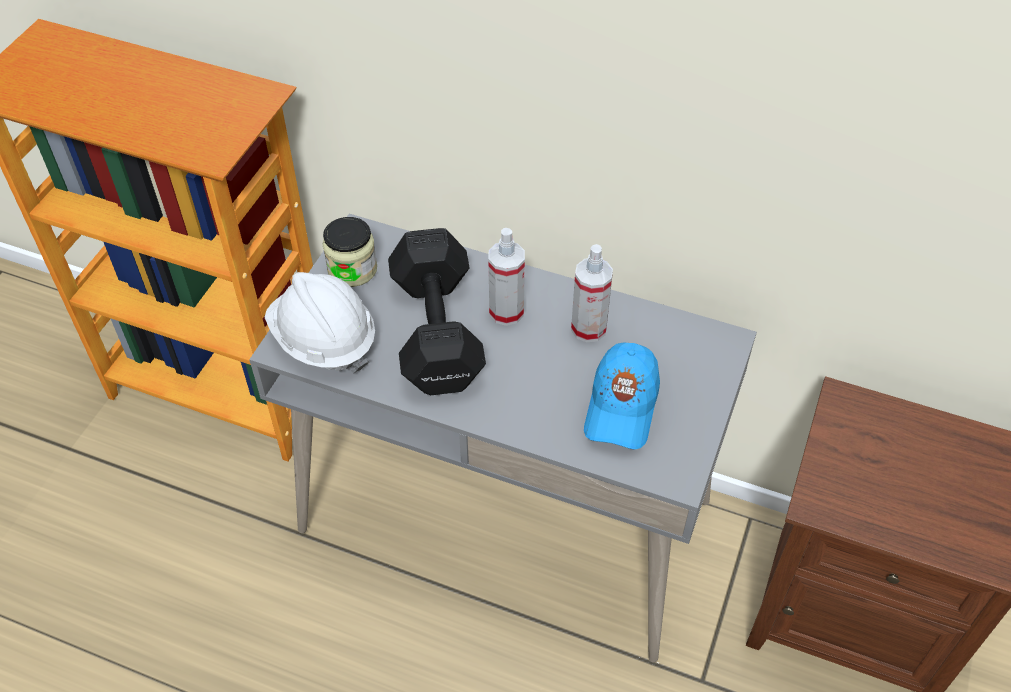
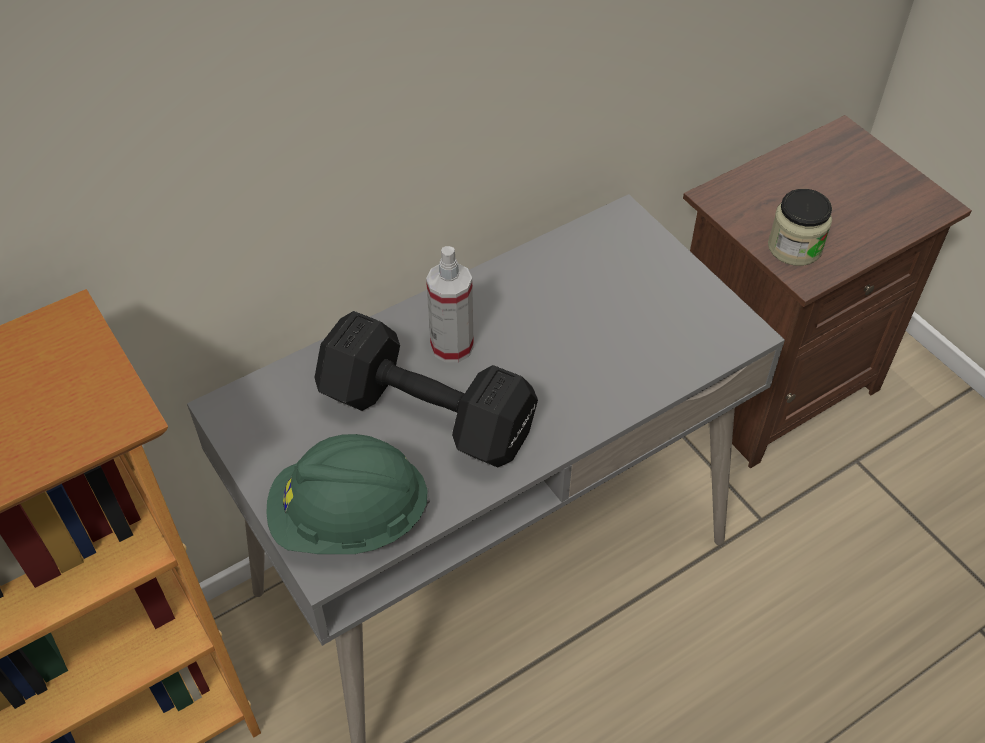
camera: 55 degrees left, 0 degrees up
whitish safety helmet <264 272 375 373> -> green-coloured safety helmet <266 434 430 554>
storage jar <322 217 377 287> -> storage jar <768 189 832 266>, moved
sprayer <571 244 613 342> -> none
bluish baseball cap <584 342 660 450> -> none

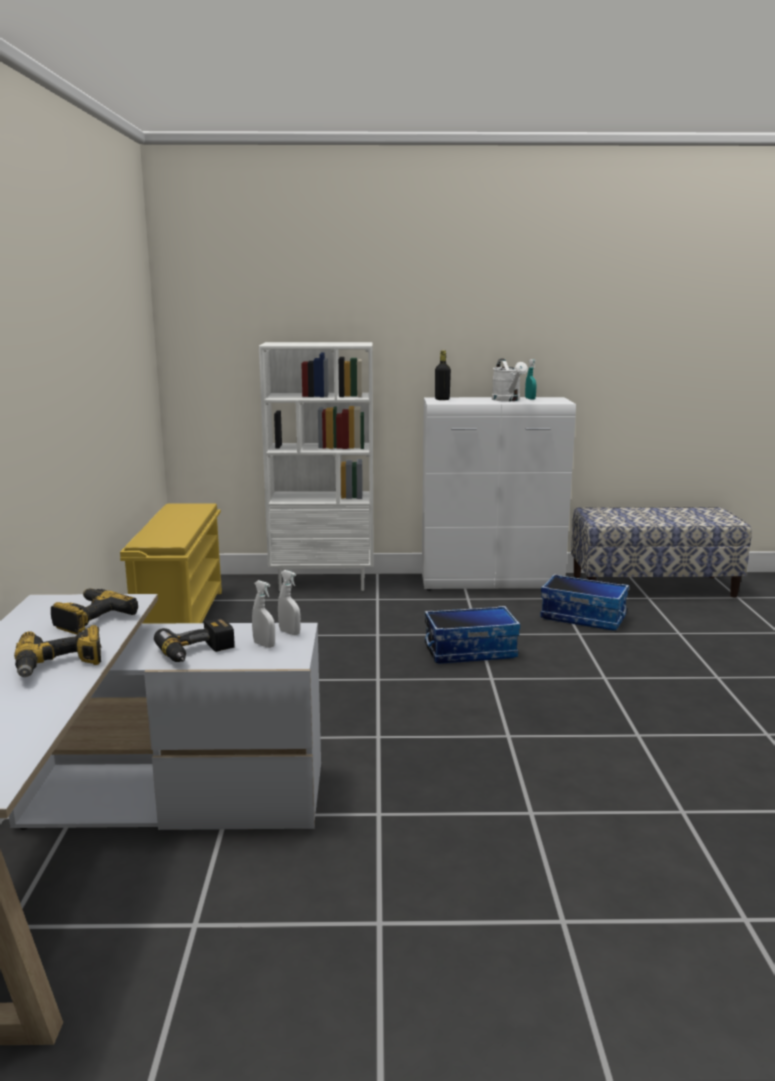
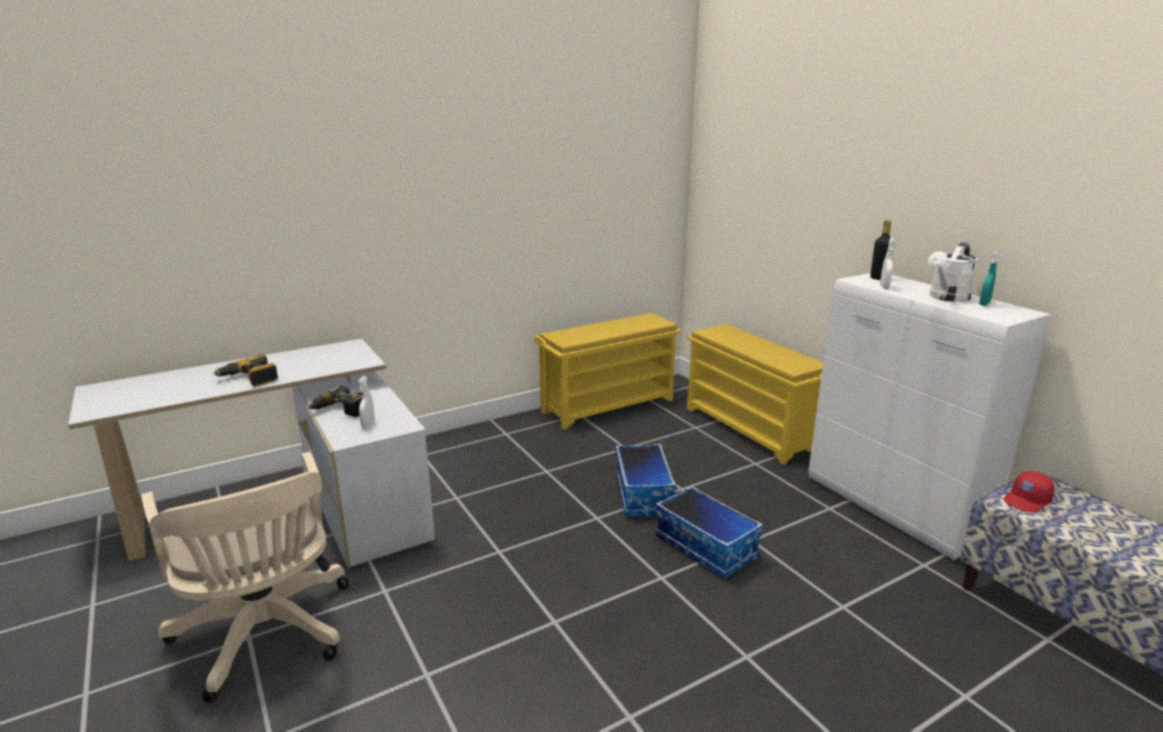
camera: 60 degrees right, 5 degrees up
none -> beige-coloured computer chair <142 452 349 702>
storage box <540 574 629 631> -> storage box <616 444 676 518>, moved
whitish bookshelf <259 342 374 591> -> yellow shoe stand <687 324 823 465>
whitish sprayer <278 570 301 635> -> whitish sprayer <880 238 895 289>, moved
none -> red baseball cap <1003 471 1054 513>
electric drill <51 588 138 634> -> none

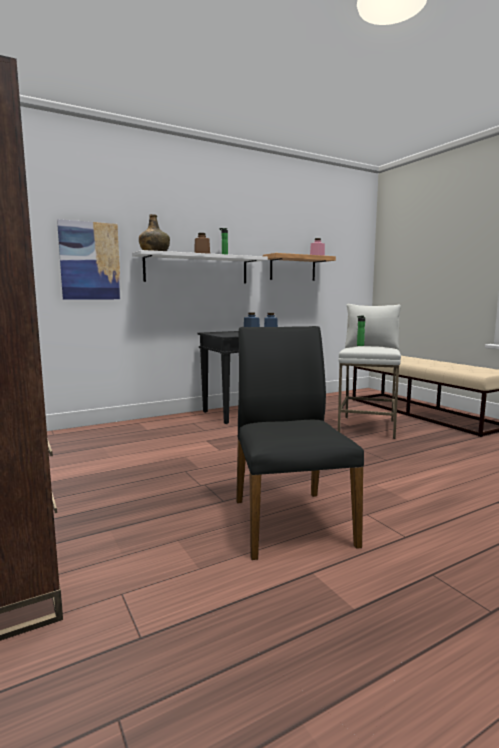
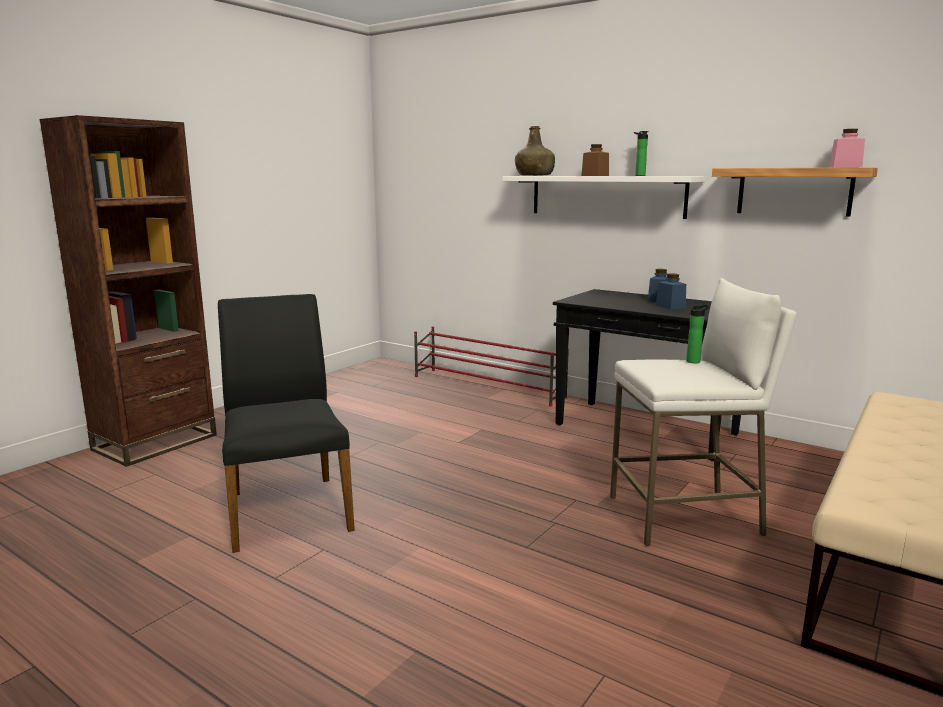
camera: 65 degrees right, 5 degrees up
blackish plain chair <236 326 364 560> -> blackish plain chair <218 294 355 553>, 75 degrees counterclockwise
none -> red shoe stand <414 326 569 406>
wall picture <57 219 121 299> -> none

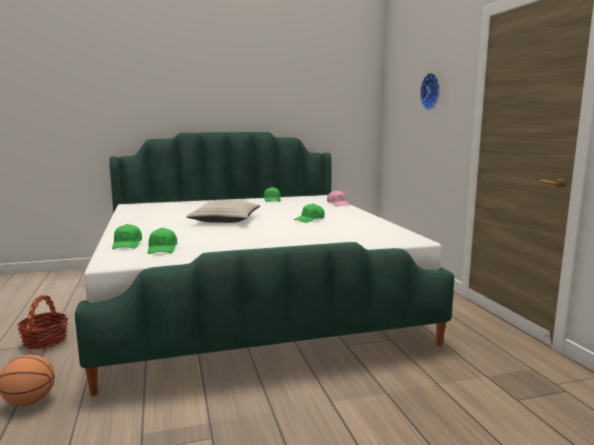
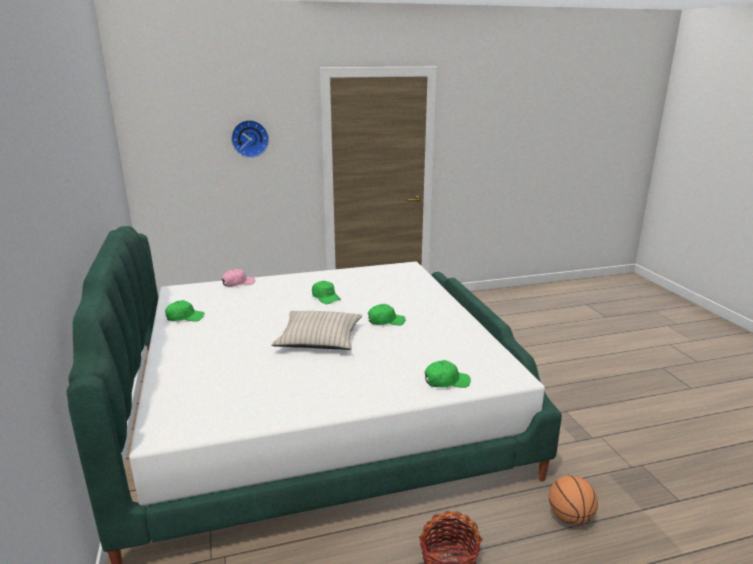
camera: 90 degrees left, 10 degrees up
green-coloured baseball cap <148 228 177 254> -> green-coloured baseball cap <368 304 405 326>, moved

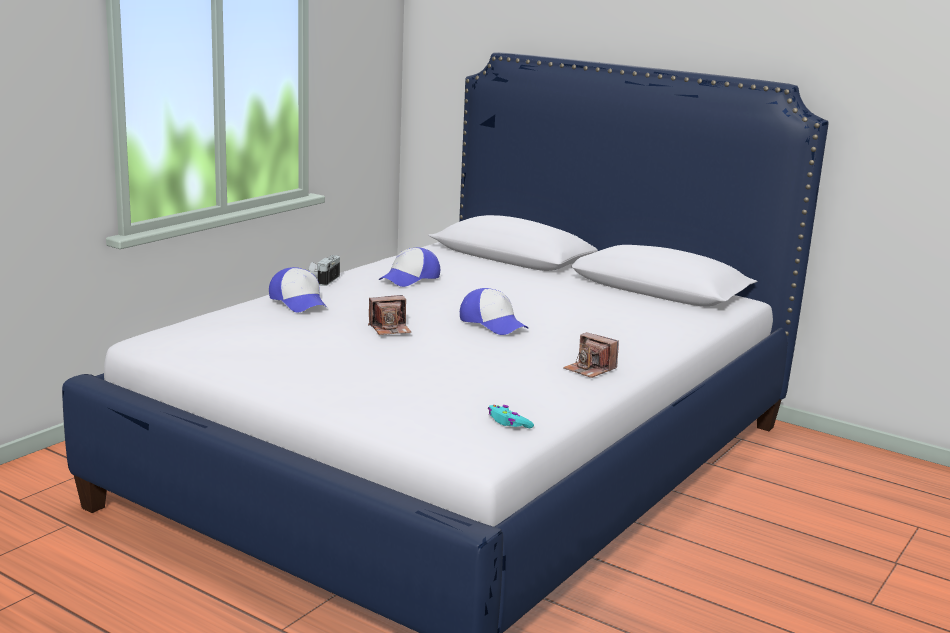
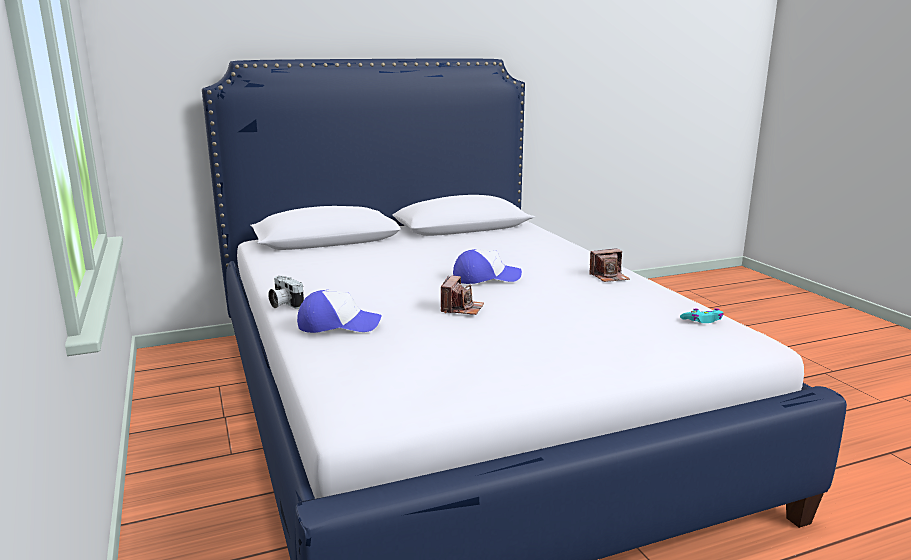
camera: 55 degrees left, 0 degrees up
baseball cap <379 247 440 287> -> none

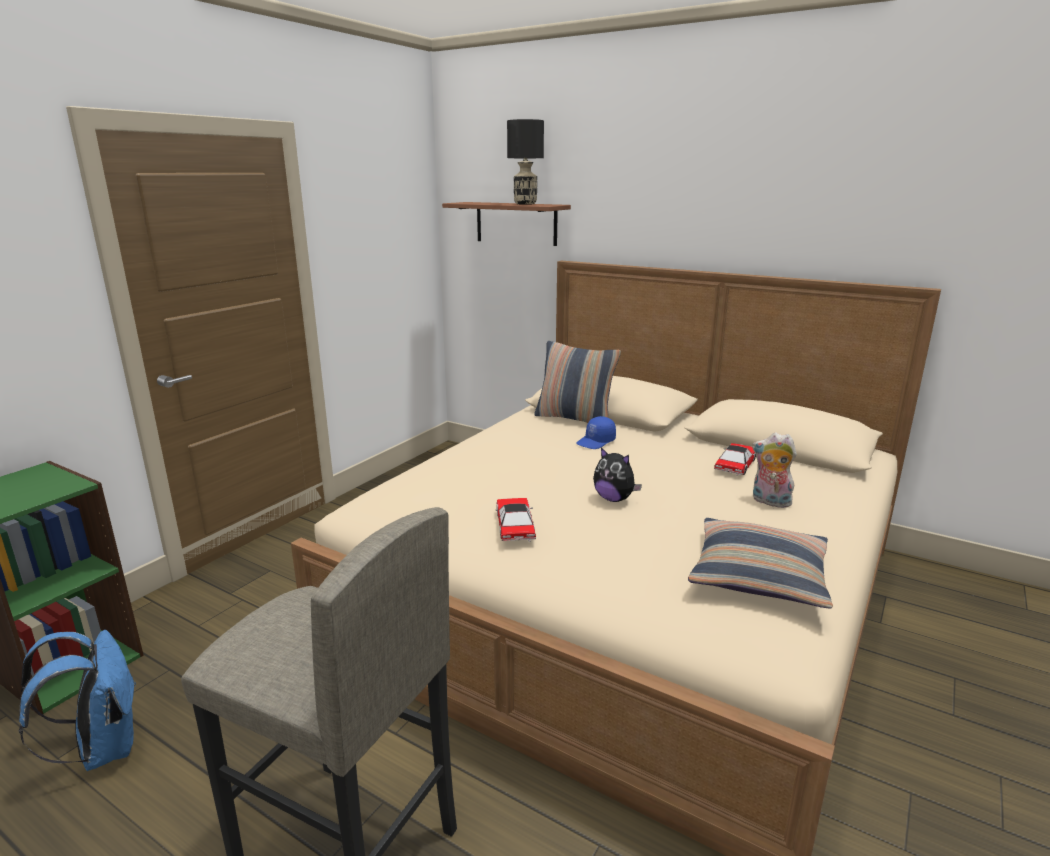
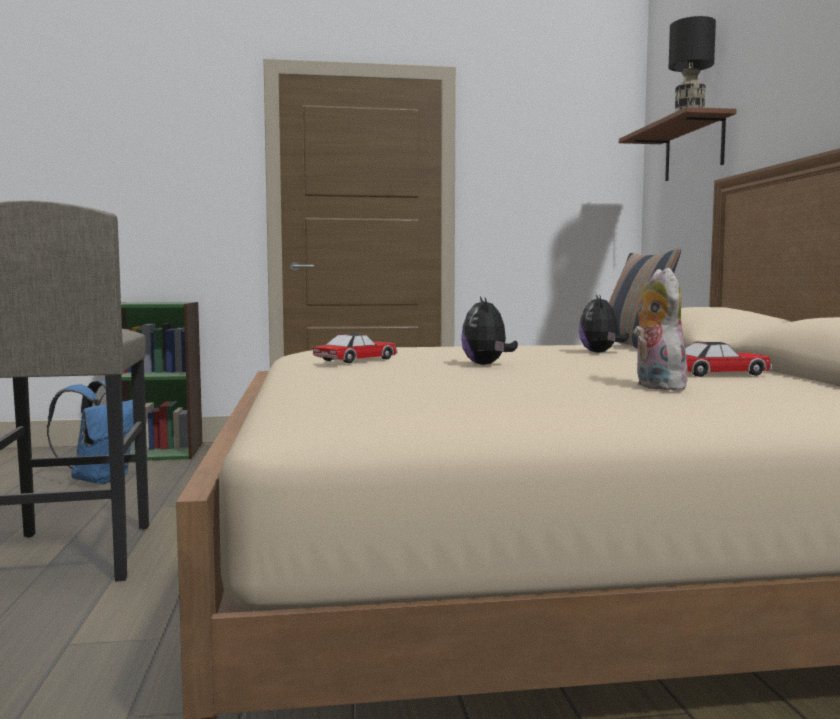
camera: 50 degrees right, 15 degrees down
bluish baseball cap <576 416 616 449> -> plush toy <579 295 629 353>
throw pillow <688 518 833 608> -> none

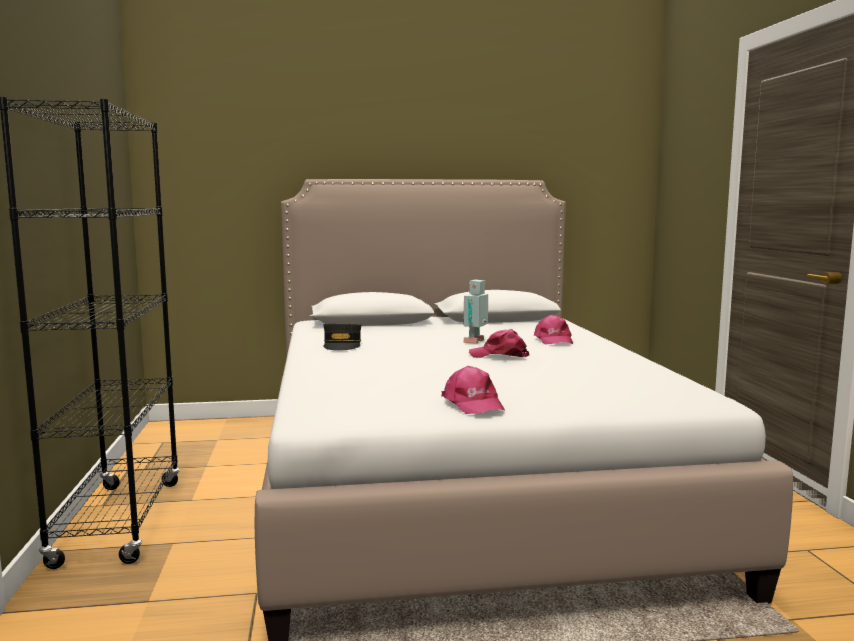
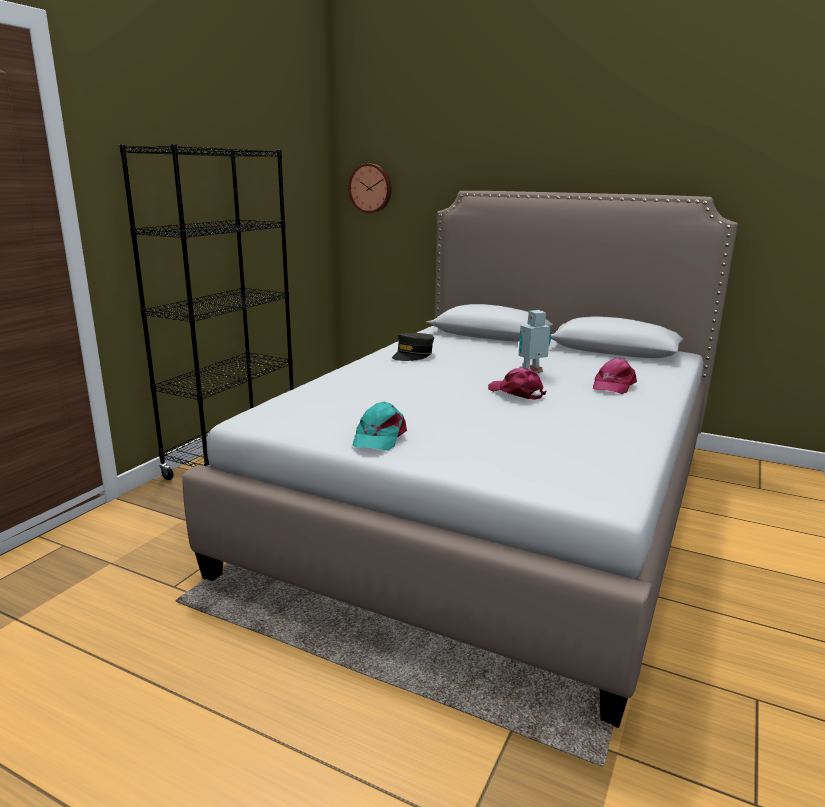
camera: 35 degrees right, 10 degrees up
none -> wall clock <348 164 392 213>
pink baseball cap <441 366 505 414> -> turquoise-coloured baseball cap <353 401 407 451>

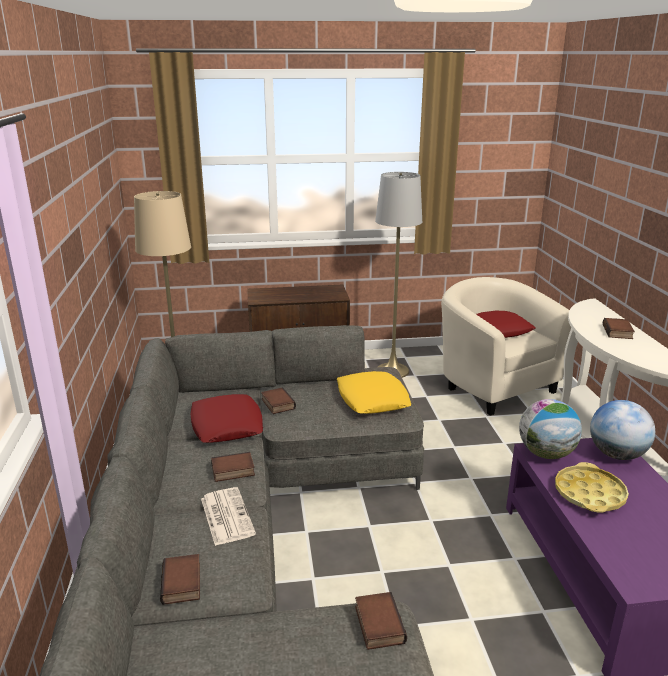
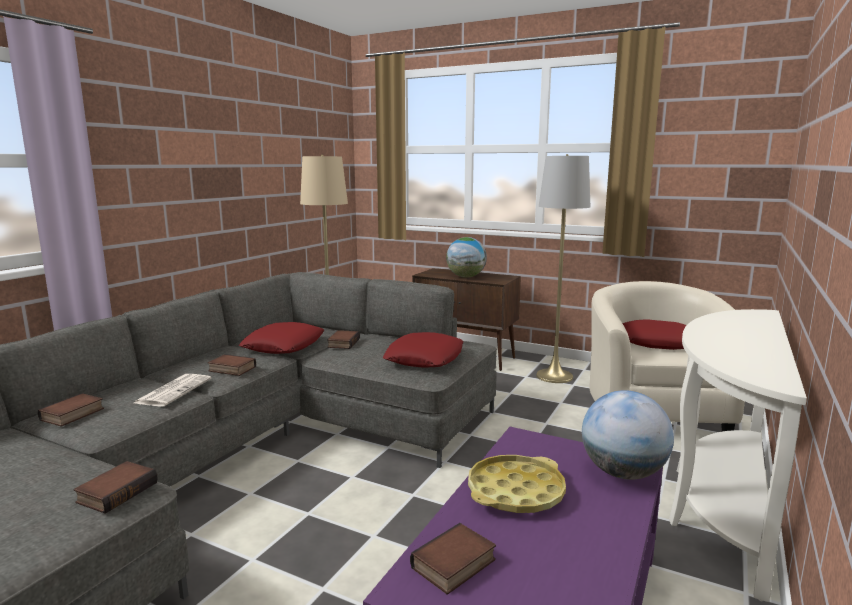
camera: 35 degrees right, 10 degrees down
yellow throw pillow <337 371 411 414> -> red throw pillow <383 332 464 368>
bound book <603 318 635 339> -> bound book <410 523 496 595>, moved
globe <519 399 582 459> -> globe <446 237 487 278>, moved

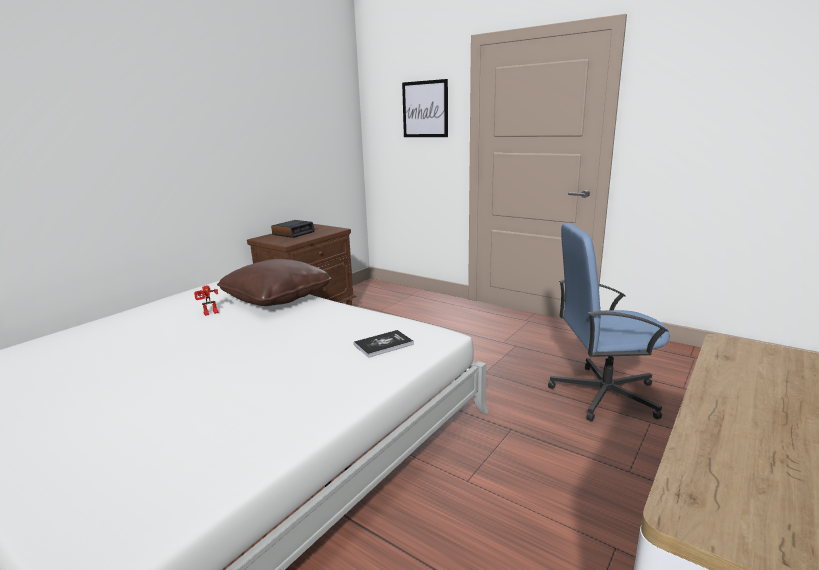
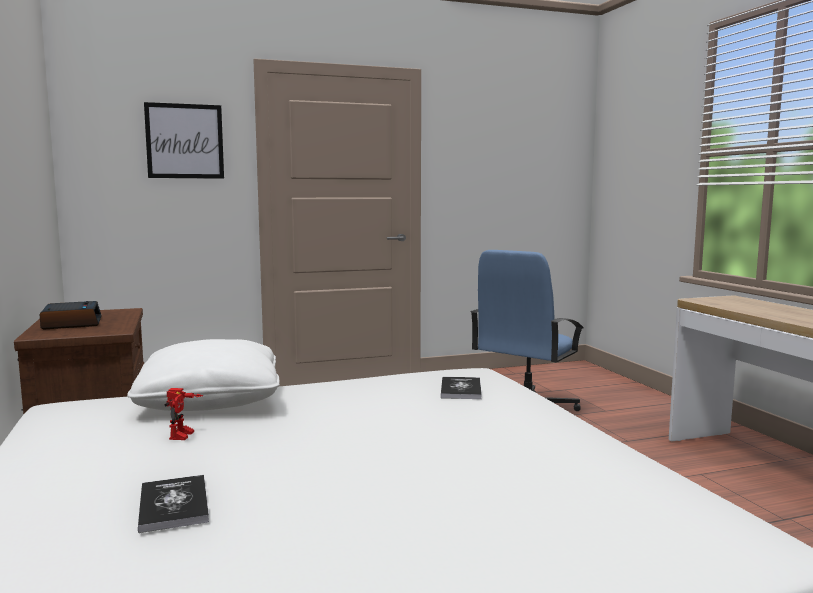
camera: 55 degrees left, 10 degrees down
brown throw pillow <217 259 331 306> -> whitish throw pillow <127 339 280 411>
none -> bound book <138 475 209 533>

